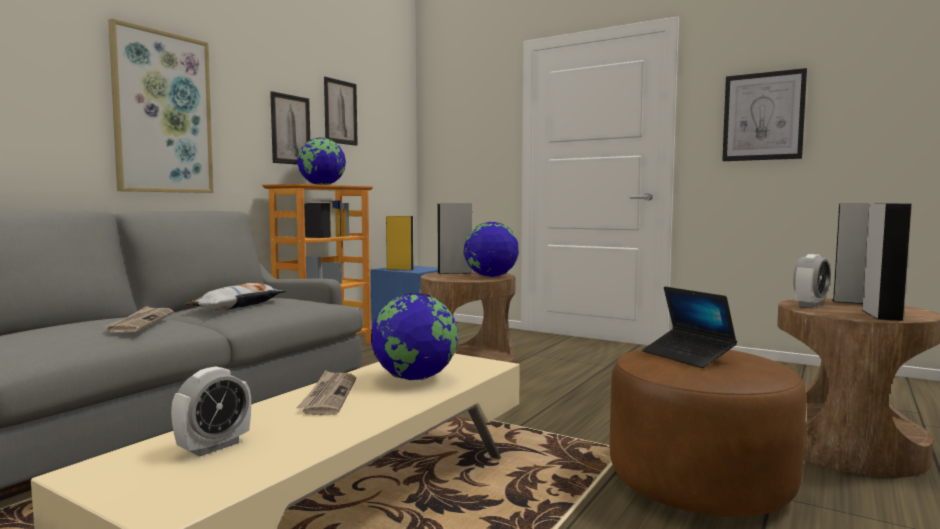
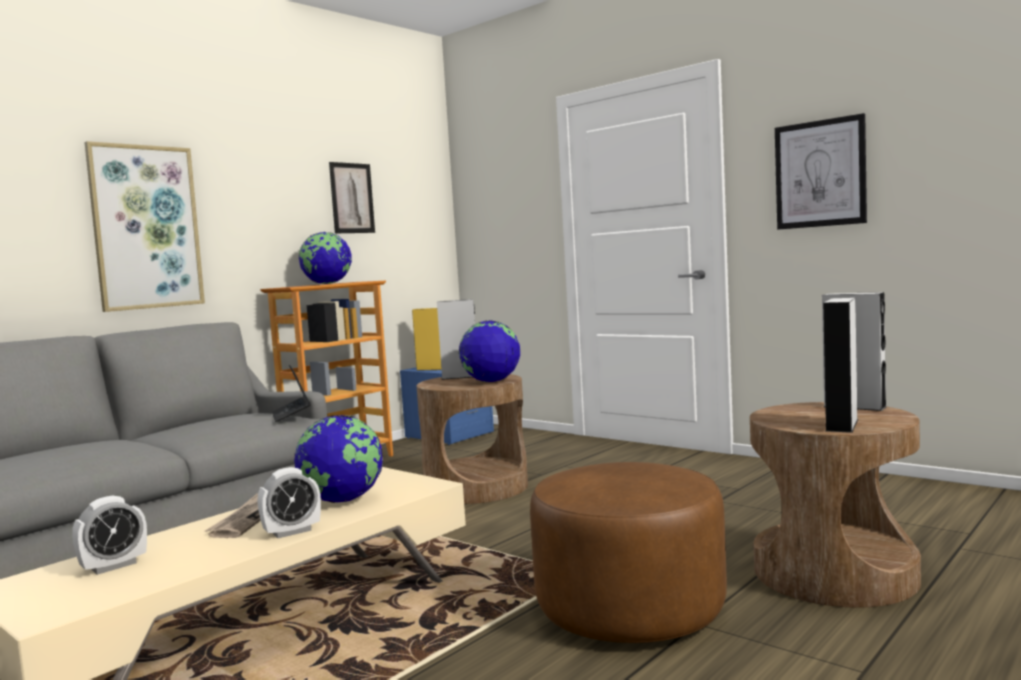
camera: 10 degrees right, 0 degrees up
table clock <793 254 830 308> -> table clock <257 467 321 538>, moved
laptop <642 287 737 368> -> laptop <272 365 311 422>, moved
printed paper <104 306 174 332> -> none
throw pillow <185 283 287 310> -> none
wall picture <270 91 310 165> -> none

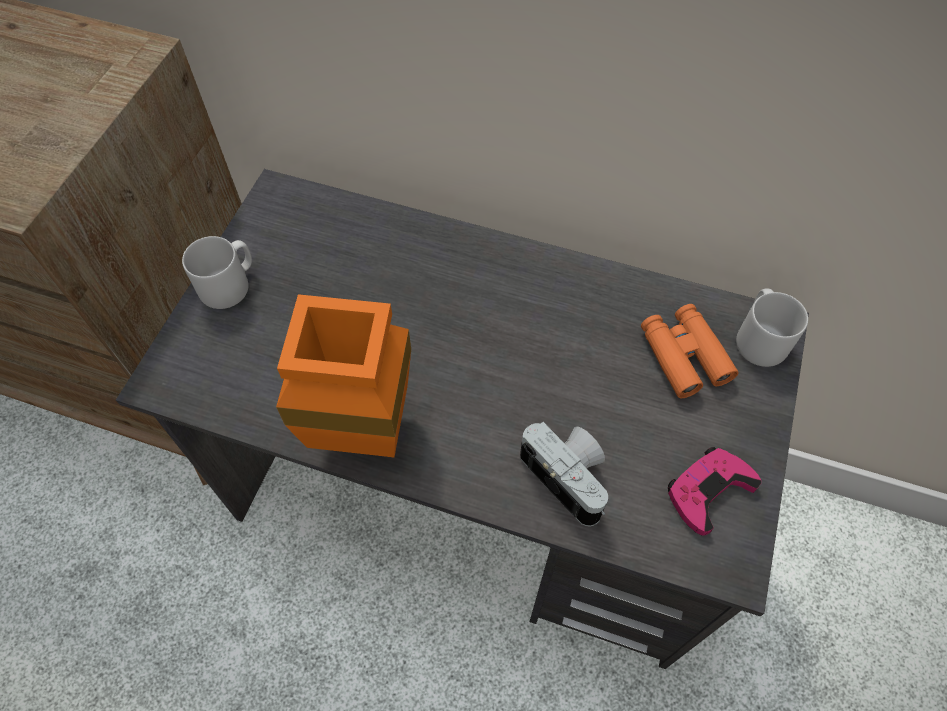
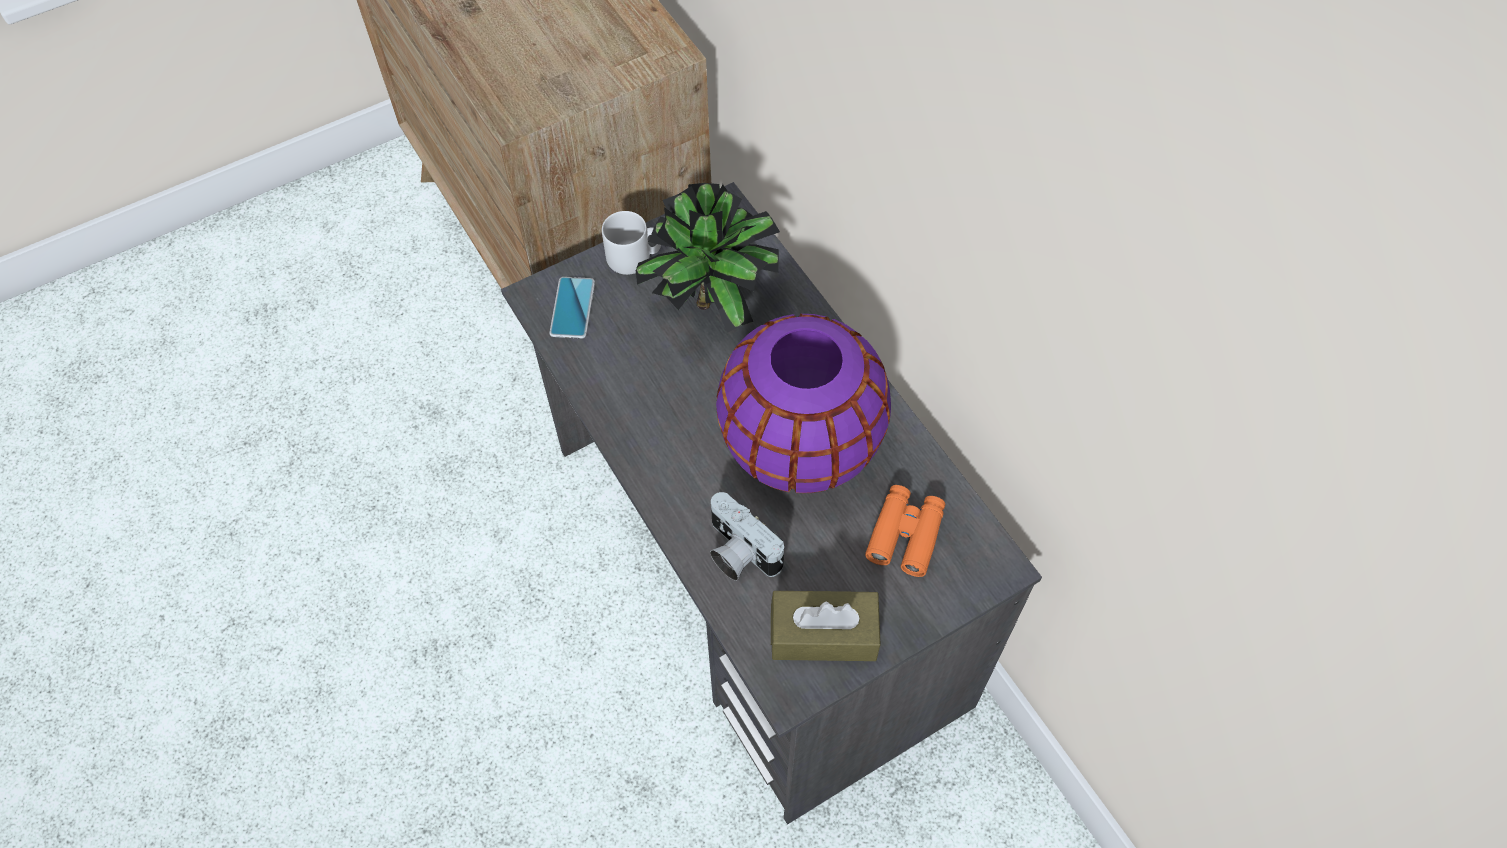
camera: 40 degrees right, 0 degrees up
none -> handset <550 277 595 339>
none -> potted plant <636 183 780 333>
photo camera <520 422 608 527> -> photo camera <710 492 784 581>, 135 degrees clockwise
none -> purple flower vase <716 314 891 493>
pink gamepad <668 447 762 536> -> brown box of tissues <771 591 881 661>
orange flower vase <276 294 411 457> -> none
gray mug <736 288 808 367> -> none

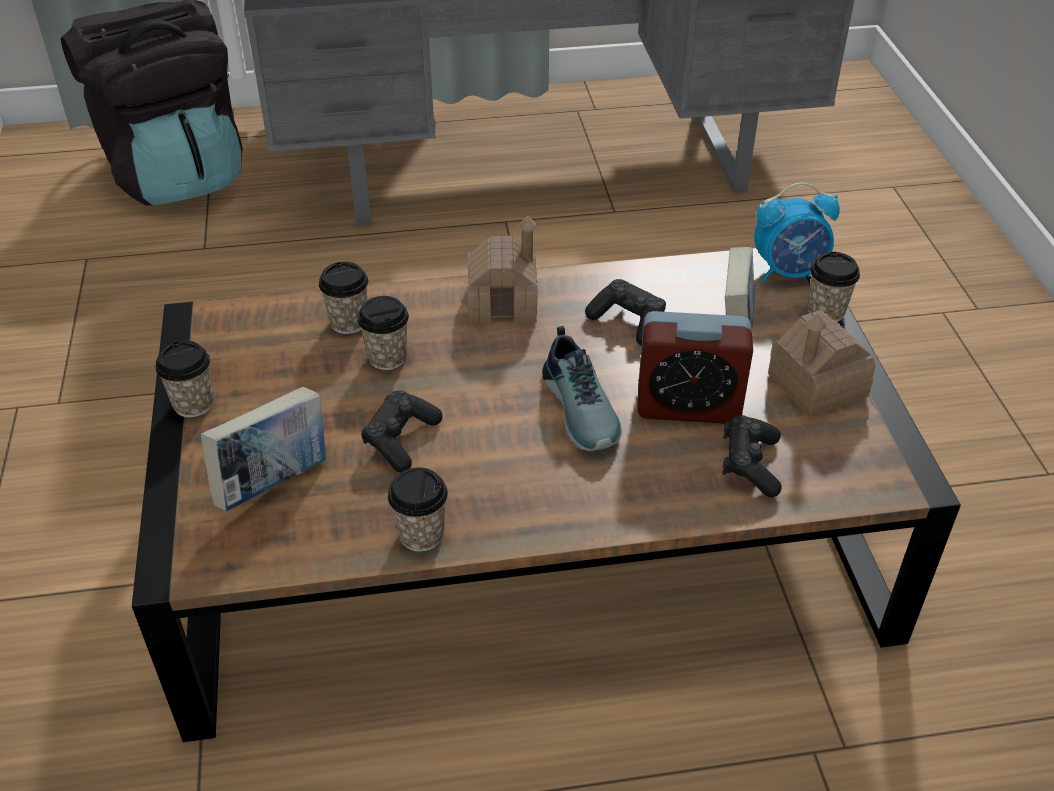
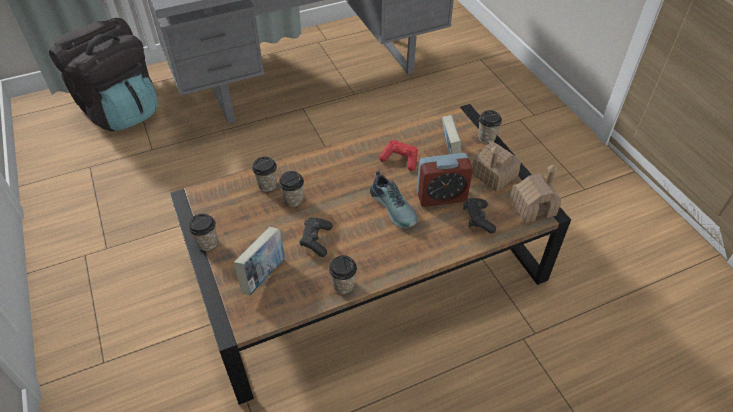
camera: 15 degrees left, 5 degrees up
blackish gamepad <585 279 666 346> -> red gamepad <379 140 418 171>
miniature house <467 215 537 325> -> miniature house <509 164 561 223>, moved
table clock <754 182 840 283> -> none

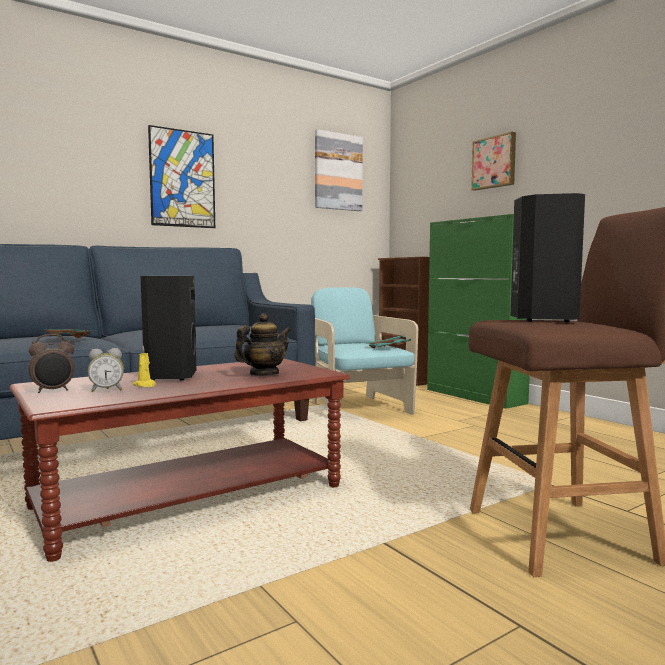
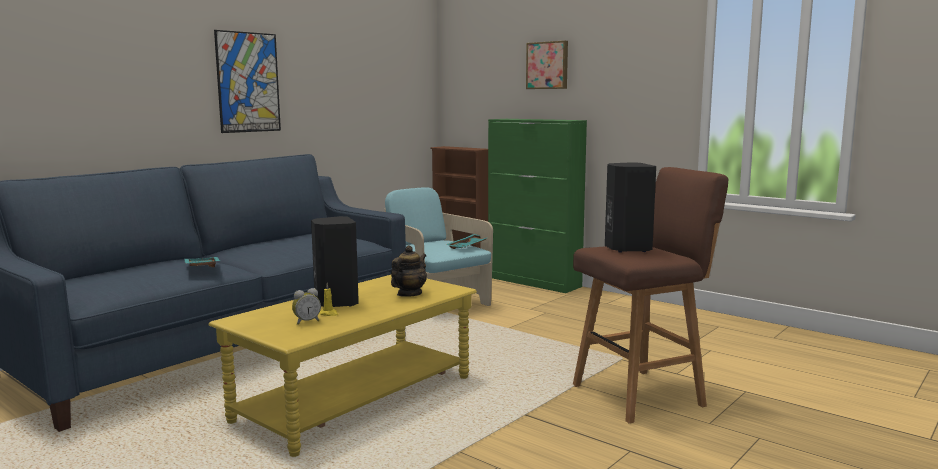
camera: 15 degrees left, 5 degrees up
brown coffee table <10 358 350 562> -> yellow coffee table <209 275 477 457>
table clock <28 334 75 393> -> none
wall picture <315 129 363 211> -> none

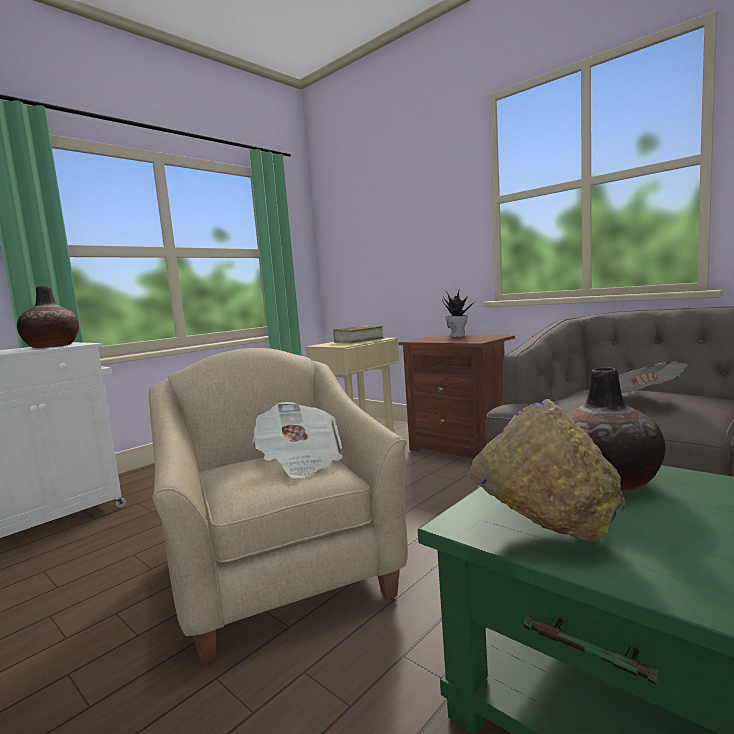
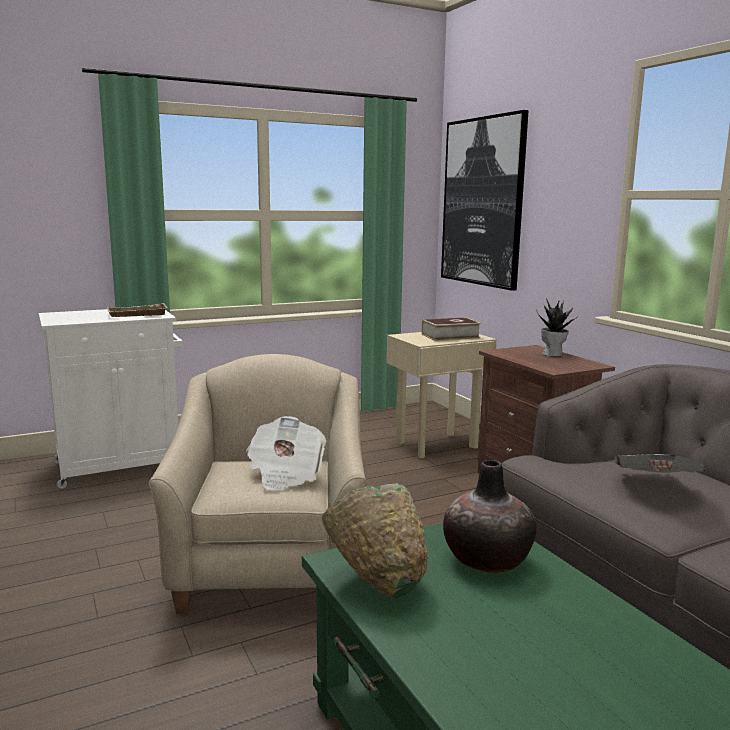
camera: 20 degrees right, 5 degrees up
flower vase <17 286 79 348> -> beige-coloured tray <107 303 168 317>
purple serving bowl <468 399 626 542> -> green-coloured serving bowl <322 483 428 598>
none -> wall picture <441 110 529 291>

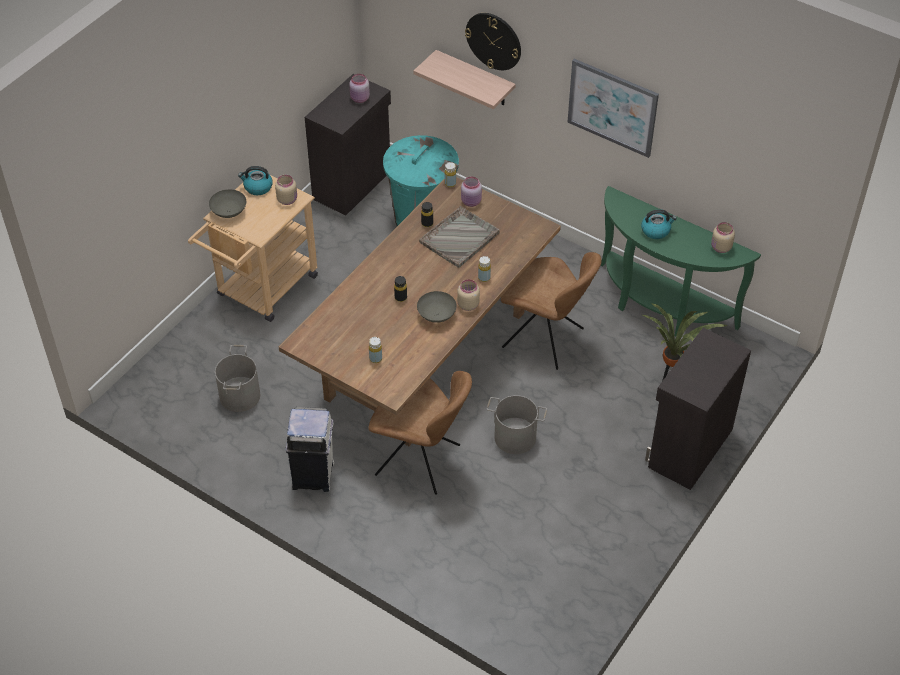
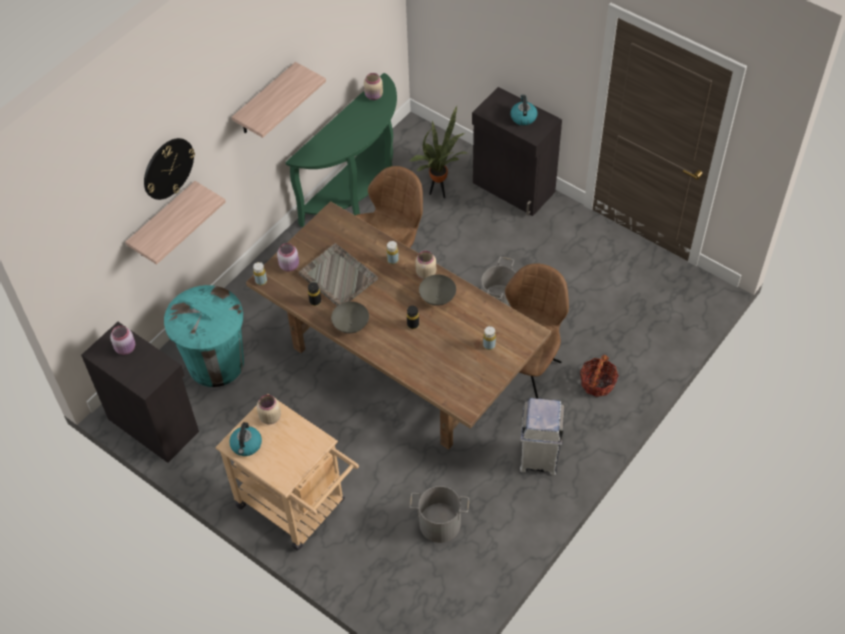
camera: 85 degrees left, 5 degrees up
wall picture <567 59 659 158> -> shelf <232 62 326 138>
gray serving bowl <209 189 246 218> -> gray serving bowl <331 302 369 333>, moved
tea kettle <641 209 677 239> -> tea kettle <510 94 537 126>, moved
none -> basket <580 355 619 397>

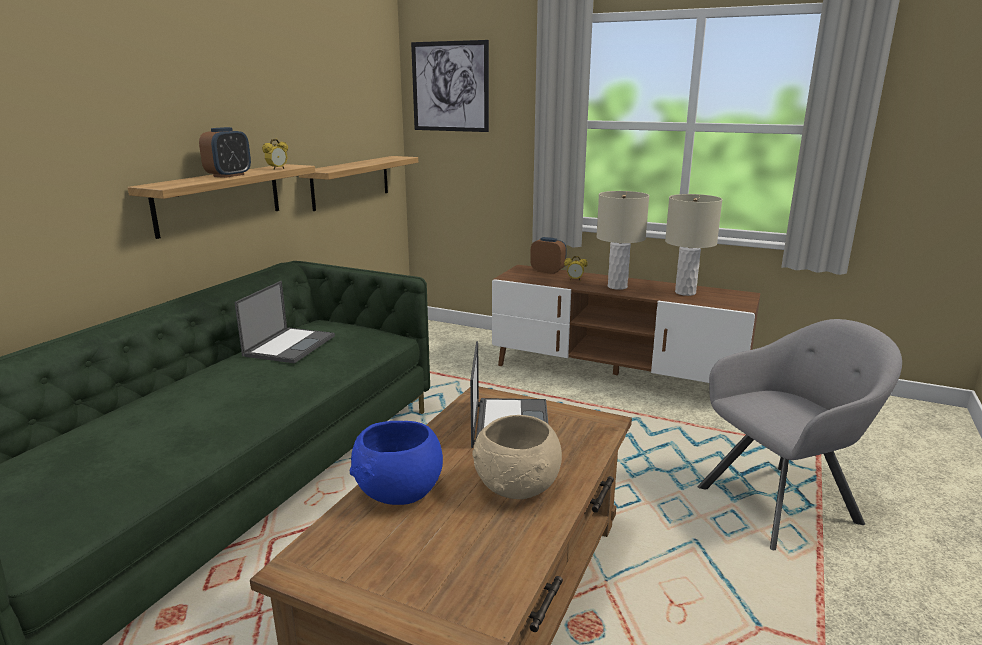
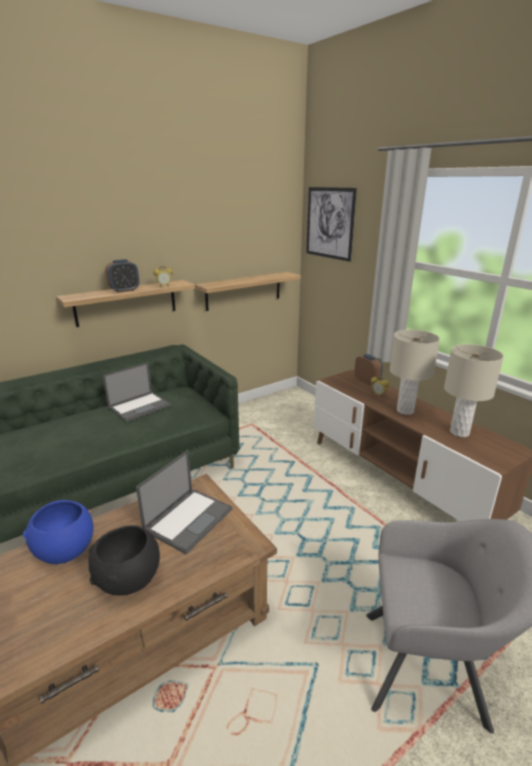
camera: 30 degrees right, 5 degrees up
beige-coloured serving bowl <472 415 562 499> -> blackish serving bowl <88 525 160 595>

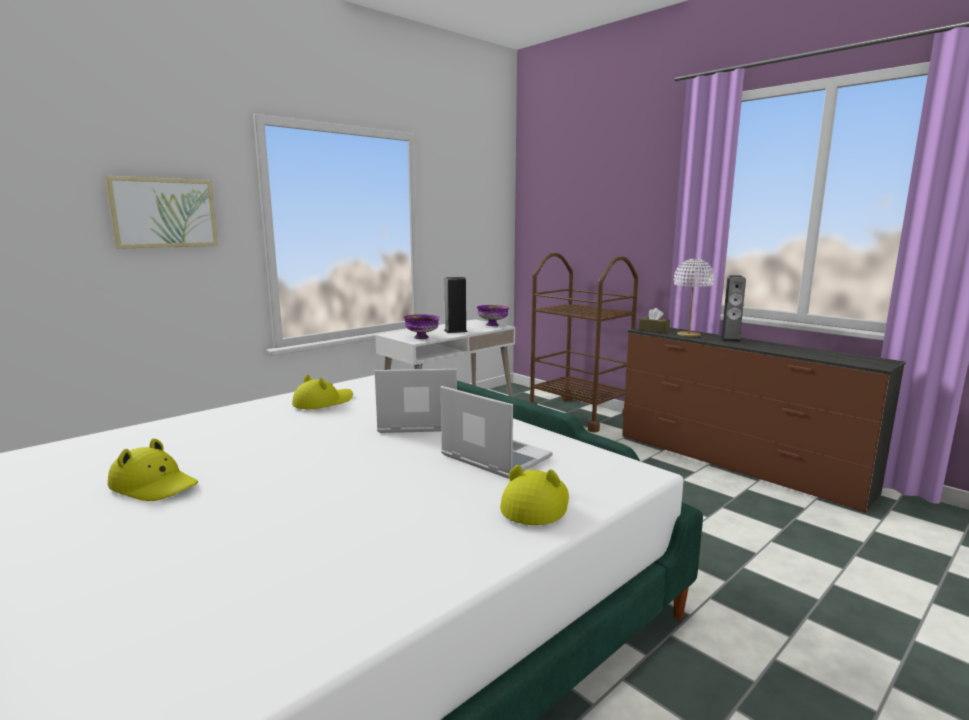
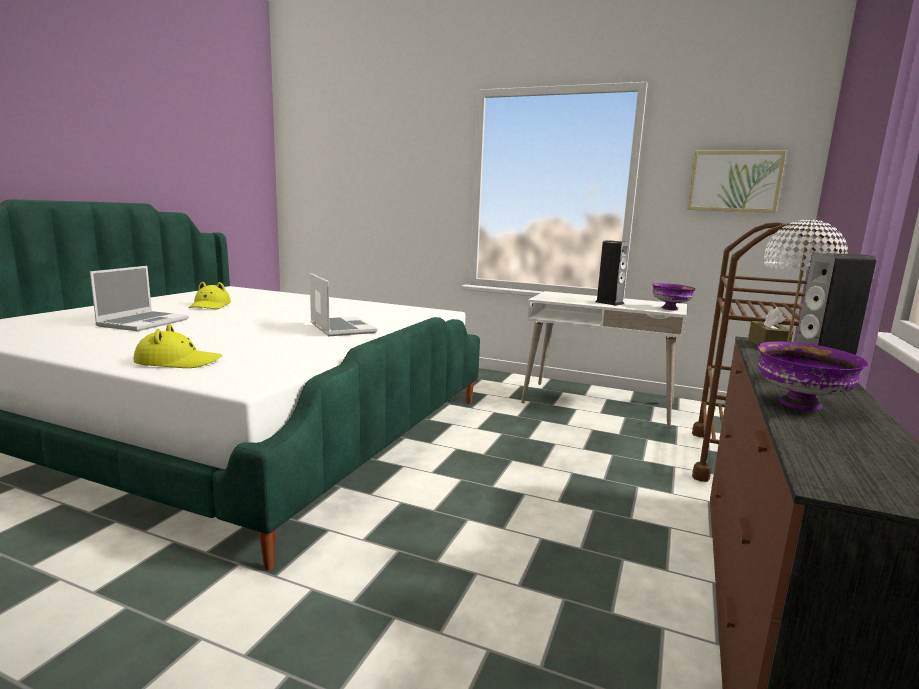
camera: 65 degrees right, 0 degrees up
laptop <441 386 553 479> -> laptop <90 266 189 331>, moved
wall picture <105 176 218 249> -> wall picture <687 151 786 213>, moved
purple serving bowl <403 314 440 339> -> purple serving bowl <758 341 868 411>, moved
yellow hat <292 374 353 409> -> none

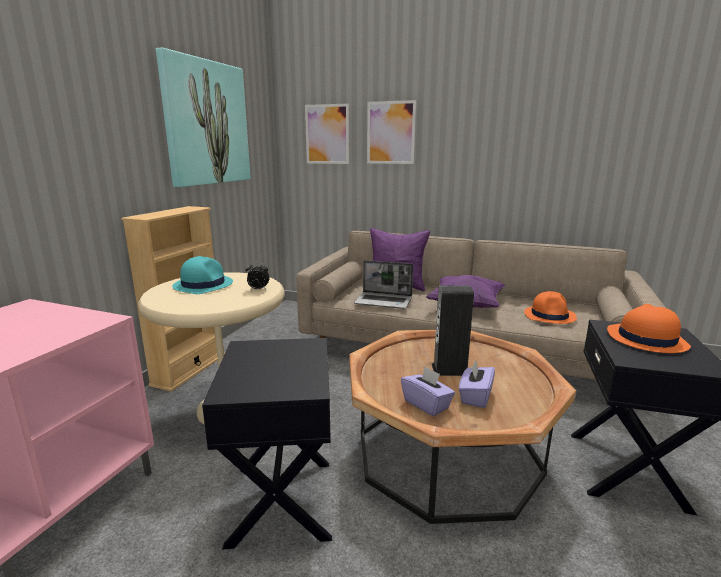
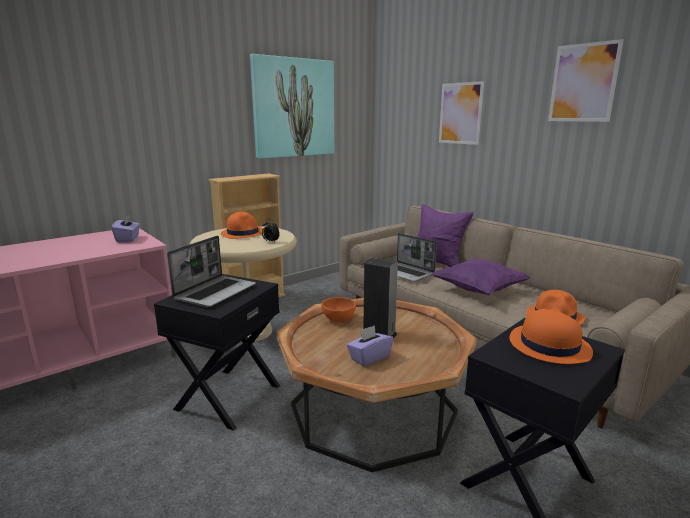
camera: 30 degrees right, 0 degrees up
purple box of tissues <401 366 455 416> -> purple box of tissues <112 215 140 242>, moved
none -> laptop <167 236 256 307>
turquoise-coloured hat <172 256 233 294> -> orange hat <221 212 263 239>
none -> orange serving bowl <321 297 356 322>
wall picture <305 104 349 164> -> wall picture <548 39 624 122>, moved

